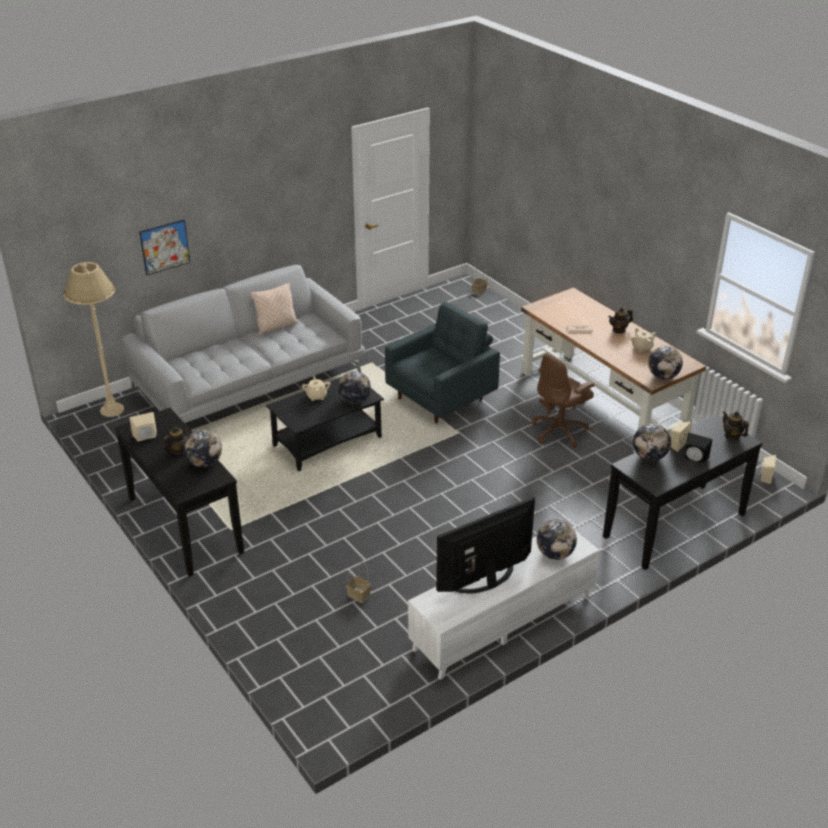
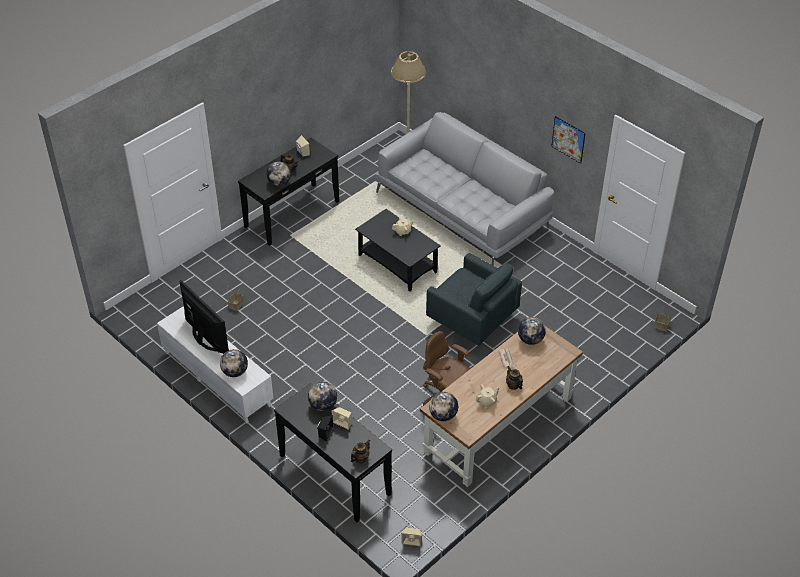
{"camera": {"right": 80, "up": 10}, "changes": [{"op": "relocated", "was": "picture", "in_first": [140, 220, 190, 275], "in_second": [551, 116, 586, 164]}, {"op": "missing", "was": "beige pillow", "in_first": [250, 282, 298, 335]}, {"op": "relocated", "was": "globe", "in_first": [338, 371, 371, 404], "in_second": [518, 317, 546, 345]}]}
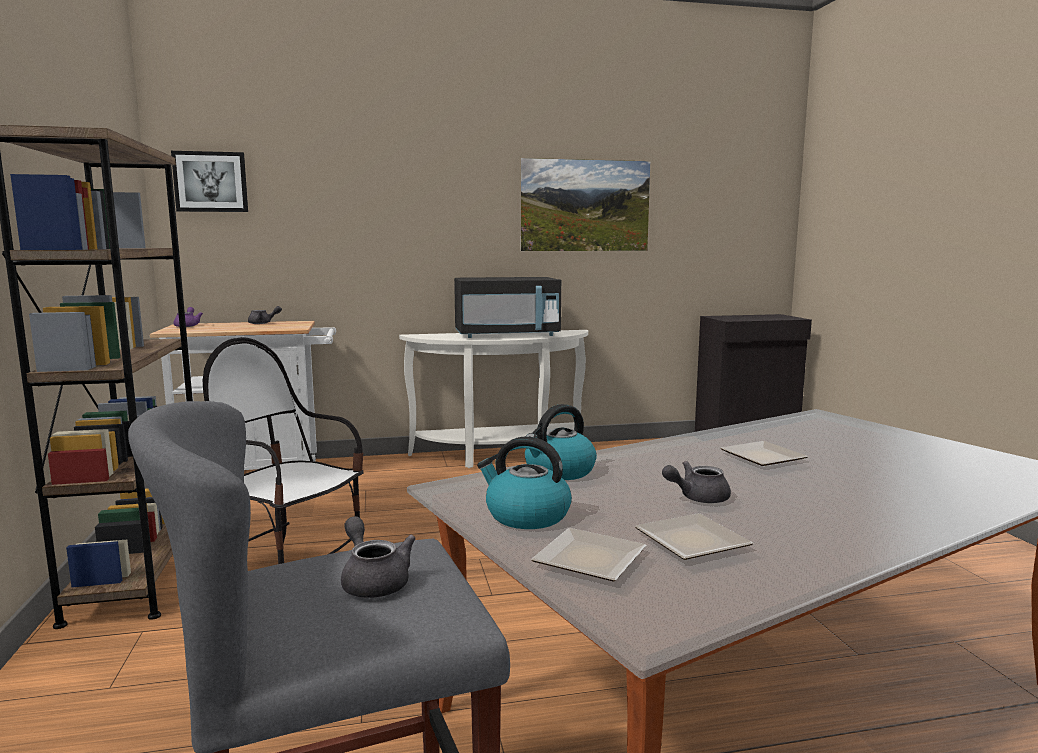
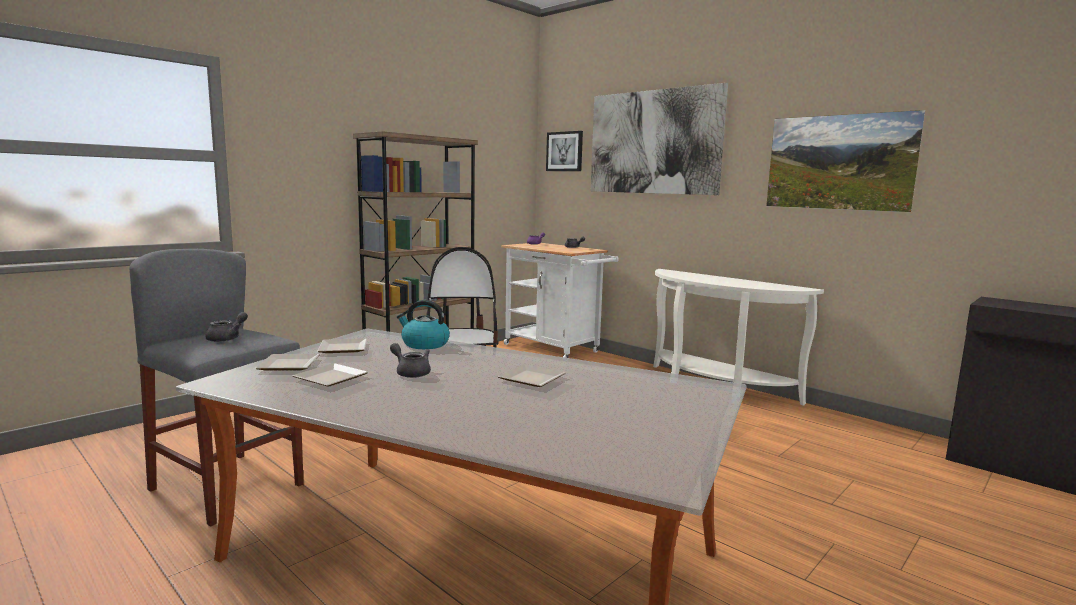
{"camera": {"right": 55, "up": 0}, "changes": [{"op": "missing", "was": "black microwave", "in_first": [454, 277, 561, 338]}, {"op": "exchanged", "was": "kettle", "now": "plate", "in_first": [477, 437, 572, 529], "in_second": [317, 338, 367, 353]}, {"op": "appeared", "now": "picture", "in_second": [591, 83, 728, 195]}]}
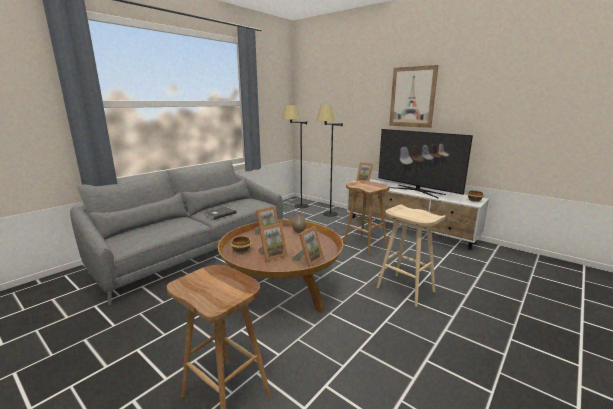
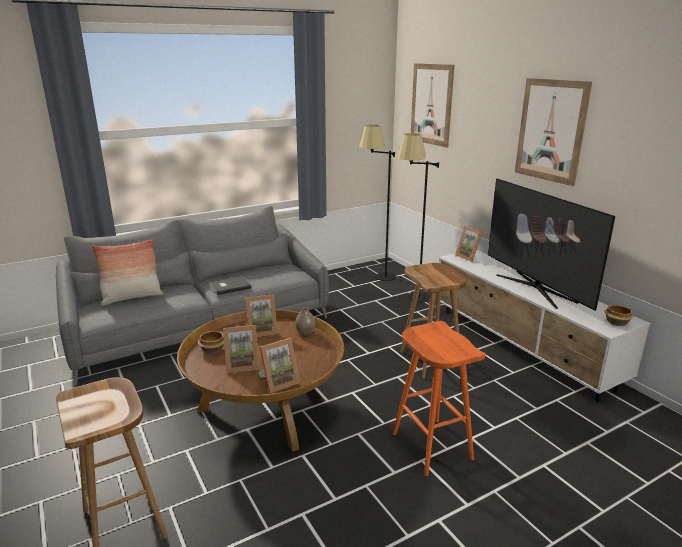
{"camera": {"right": 20, "up": 5}, "changes": [{"op": "colour", "was": "beige stool", "now": "orange stool", "in_first": [377, 205, 446, 307], "in_second": [392, 321, 486, 476]}, {"op": "appeared", "now": "picture", "in_second": [411, 63, 454, 148]}, {"op": "appeared", "now": "pillow", "in_second": [92, 239, 163, 306]}]}
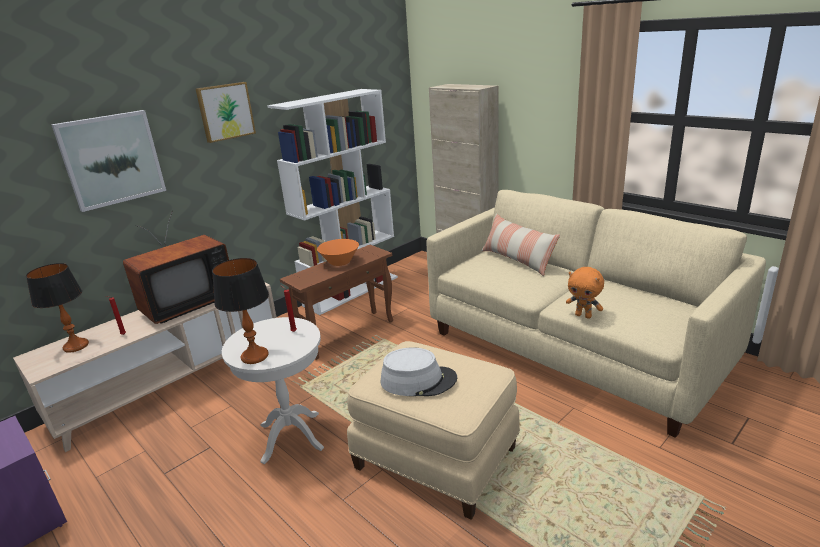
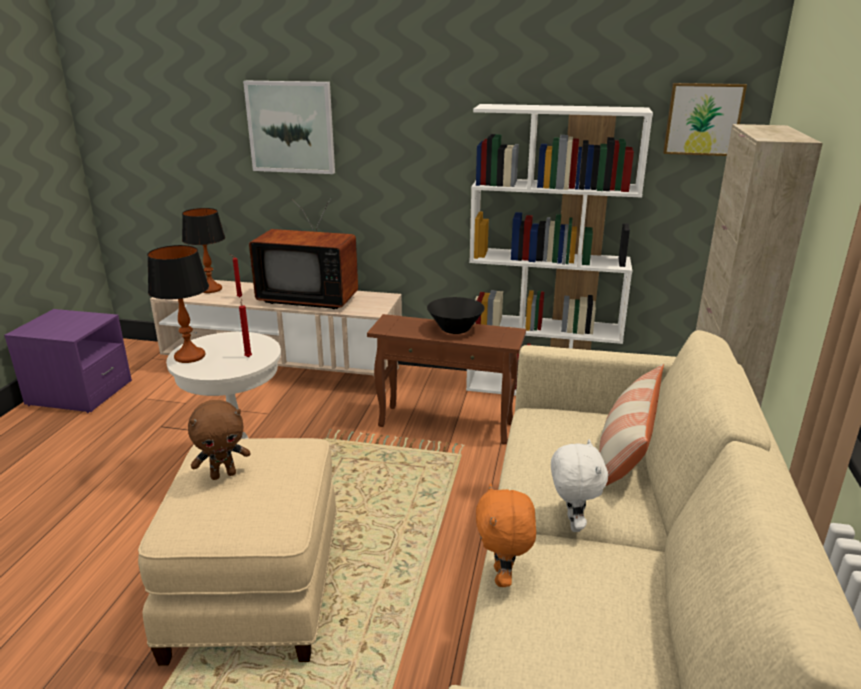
{"camera": {"right": 55, "up": 0}, "changes": [{"op": "relocated", "was": "picture", "in_first": [196, 82, 256, 143], "in_second": [663, 83, 747, 156]}, {"op": "colour", "was": "orange bowl", "now": "black bowl", "in_first": [317, 239, 359, 266], "in_second": [427, 297, 485, 334]}, {"op": "exchanged", "was": "grey hat", "now": "brown plush toy", "in_first": [380, 347, 457, 396], "in_second": [188, 400, 251, 480]}, {"op": "appeared", "now": "white plush toy", "in_second": [551, 439, 608, 532]}]}
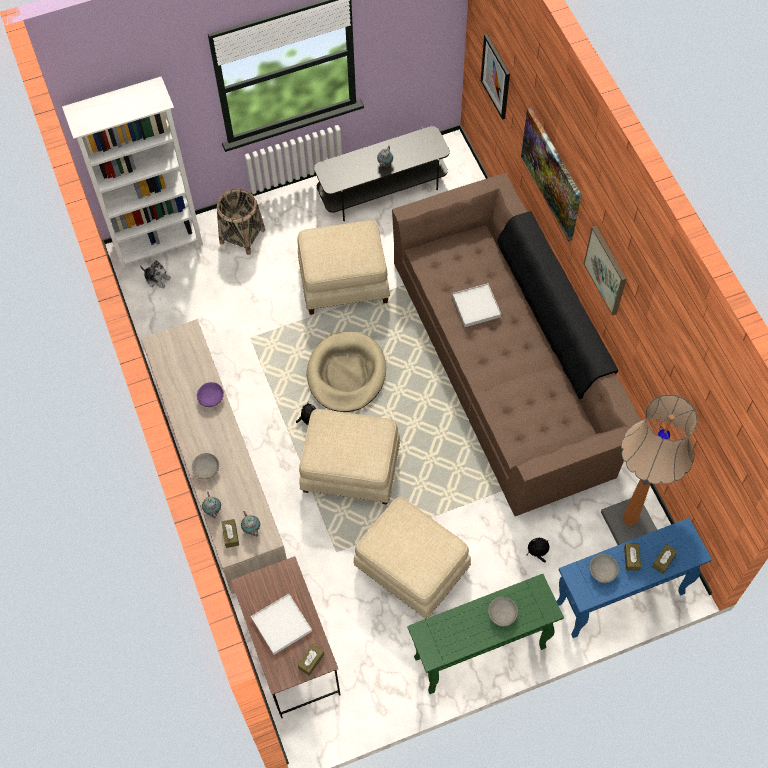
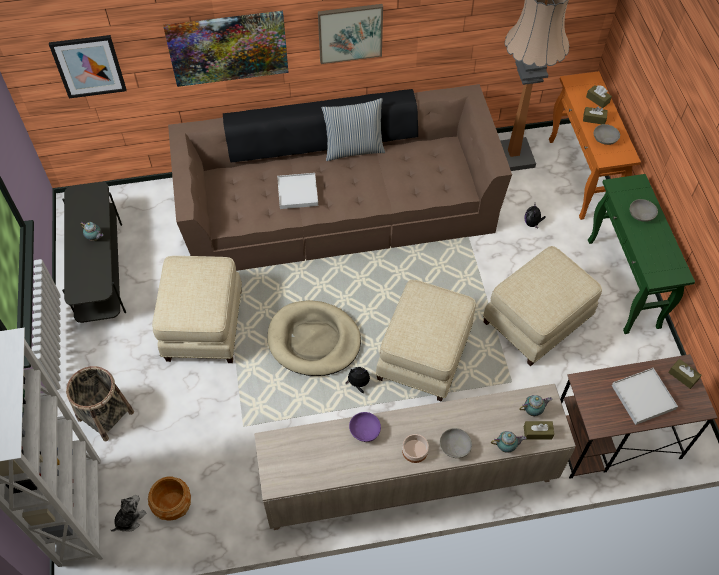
{"camera": {"right": -80, "up": -5}, "changes": [{"op": "colour", "was": "blue console table", "now": "orange console table", "in_first": [556, 518, 712, 638], "in_second": [549, 71, 641, 220]}, {"op": "appeared", "now": "pillow", "in_second": [322, 98, 385, 161]}, {"op": "appeared", "now": "bowl", "in_second": [402, 434, 429, 463]}, {"op": "appeared", "now": "brown planter", "in_second": [148, 477, 191, 521]}]}
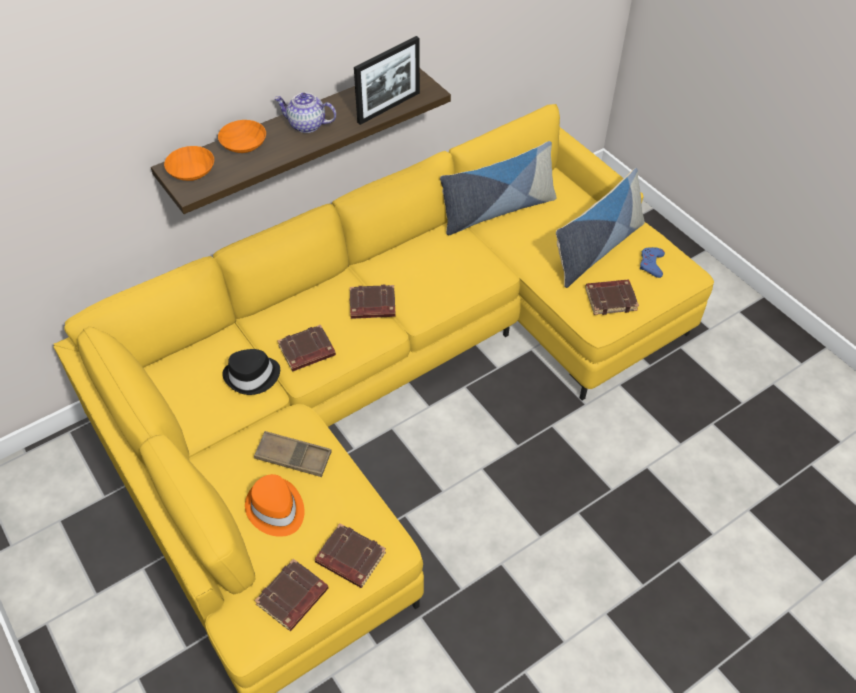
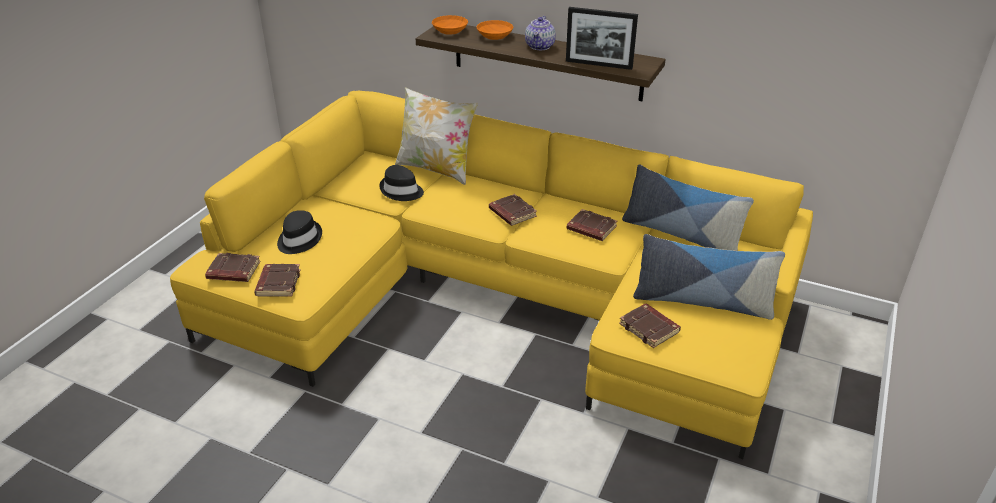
{"camera": {"right": 60, "up": -15}, "changes": [{"op": "spun", "was": "teapot", "in_first": [274, 92, 336, 133], "in_second": [525, 16, 556, 50], "clockwise": -150}, {"op": "missing", "was": "blue game controller", "in_first": [640, 247, 665, 278]}, {"op": "relocated", "was": "brown book", "in_first": [277, 325, 336, 372], "in_second": [567, 209, 617, 241]}, {"op": "missing", "was": "brown tray", "in_first": [254, 431, 332, 477]}, {"op": "colour", "was": "orange hat", "now": "black hat", "in_first": [245, 474, 305, 537], "in_second": [277, 210, 322, 254]}, {"op": "appeared", "now": "pillow", "in_second": [395, 87, 478, 185]}]}
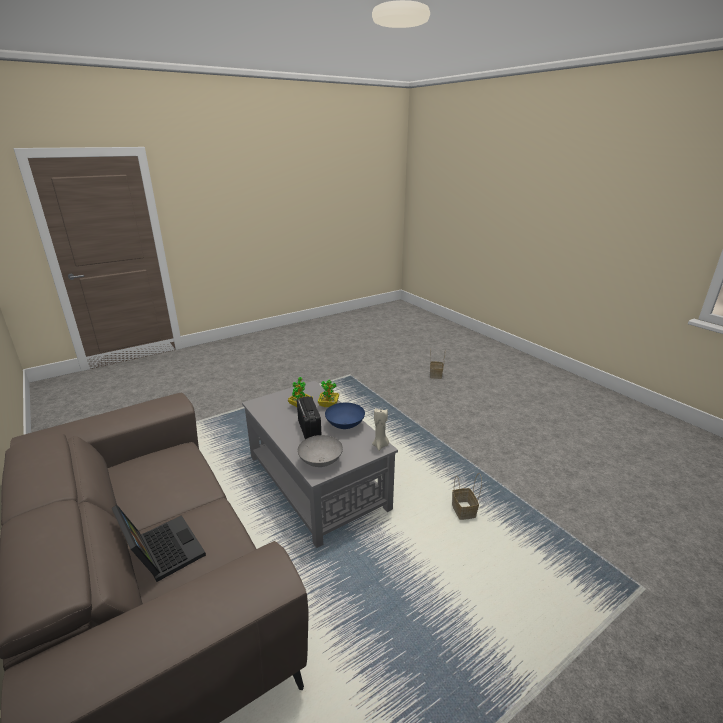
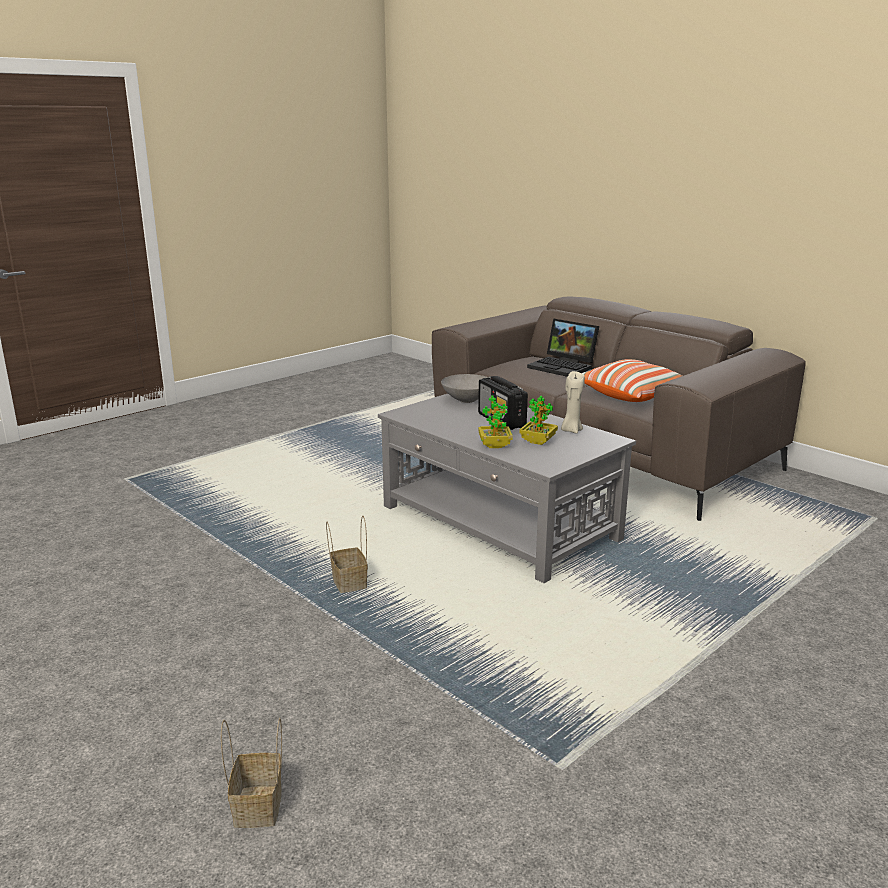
{"camera": {"right": 170, "up": -5}, "changes": [{"op": "missing", "was": "blue bowl", "in_first": [325, 403, 365, 429]}, {"op": "relocated", "was": "beige candle", "in_first": [372, 408, 389, 451], "in_second": [561, 371, 585, 434]}, {"op": "relocated", "was": "basket", "in_first": [452, 473, 482, 520], "in_second": [326, 516, 368, 593]}, {"op": "appeared", "now": "pillow", "in_second": [582, 359, 682, 402]}]}
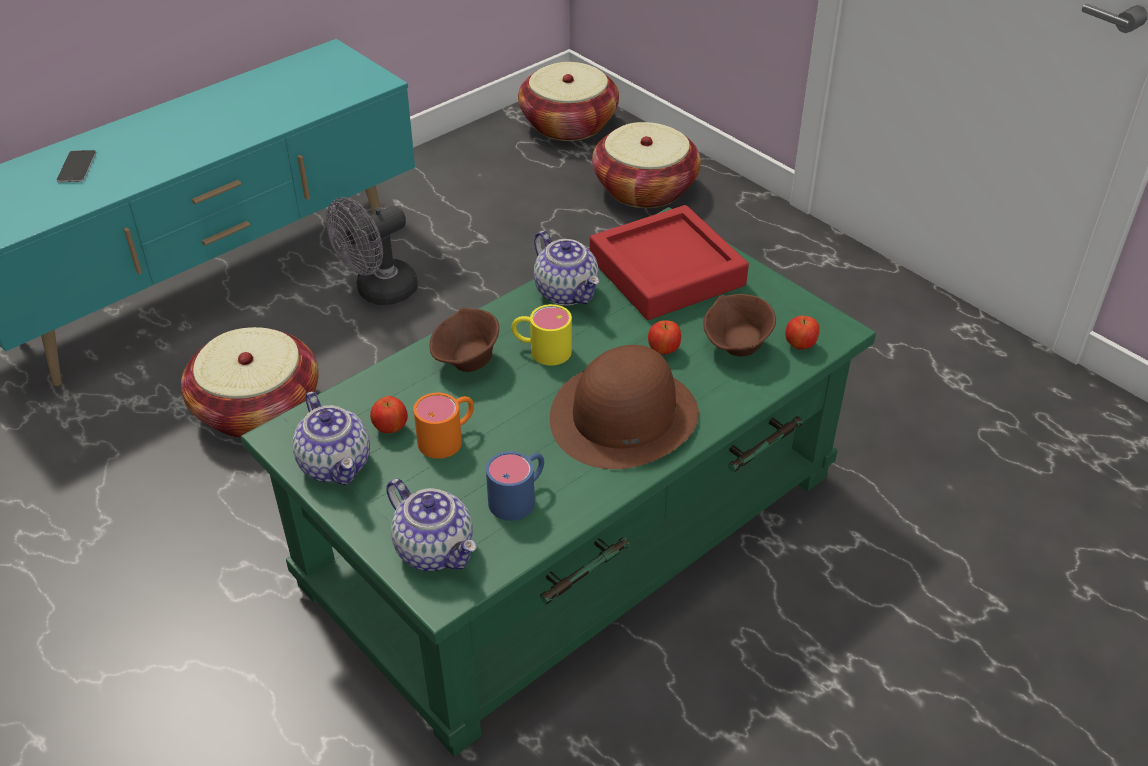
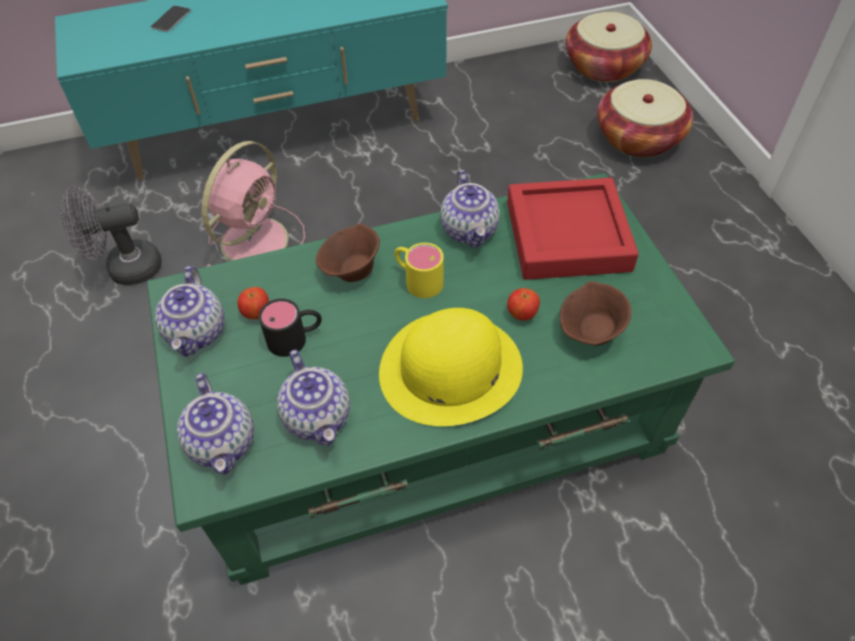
{"camera": {"right": 25, "up": 10}, "changes": [{"op": "relocated", "was": "grey fan", "in_first": [326, 197, 418, 305], "in_second": [60, 187, 162, 285]}, {"op": "missing", "was": "apple", "in_first": [785, 316, 819, 350]}, {"op": "exchanged", "was": "basket", "now": "pink fan", "in_first": [181, 327, 319, 438], "in_second": [202, 141, 305, 267]}, {"op": "colour", "was": "brown hat", "now": "yellow hat", "in_first": [550, 345, 699, 469], "in_second": [379, 308, 523, 426]}, {"op": "colour", "was": "orange mug", "now": "black mug", "in_first": [413, 393, 474, 459], "in_second": [259, 298, 322, 357]}, {"op": "exchanged", "was": "blue mug", "now": "teapot", "in_first": [486, 451, 544, 521], "in_second": [277, 350, 350, 446]}]}
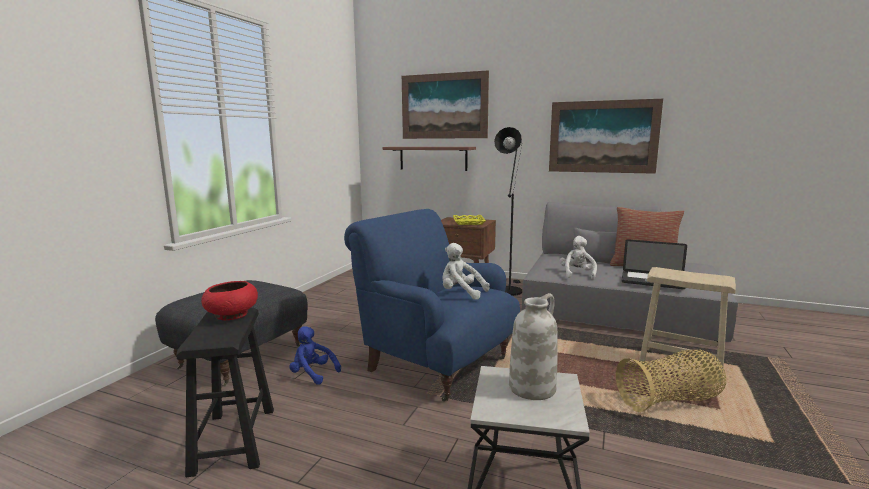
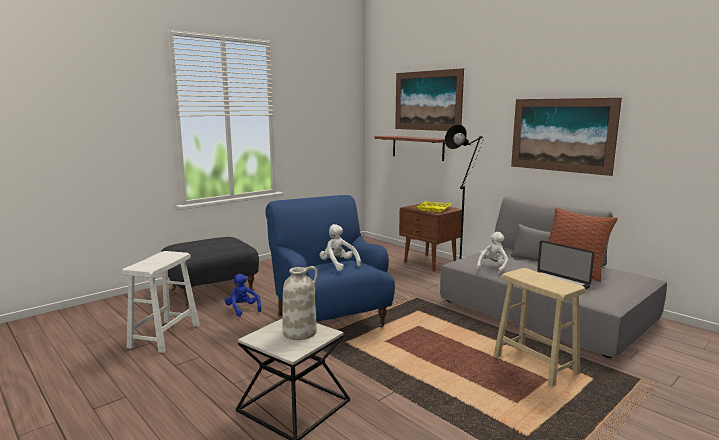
{"camera": {"right": 25, "up": 0}, "changes": [{"op": "missing", "was": "red bowl", "in_first": [201, 281, 258, 320]}, {"op": "colour", "was": "black stool", "now": "white stool", "in_first": [176, 308, 274, 477], "in_second": [121, 251, 200, 353]}, {"op": "missing", "was": "basket", "in_first": [616, 350, 726, 412]}]}
